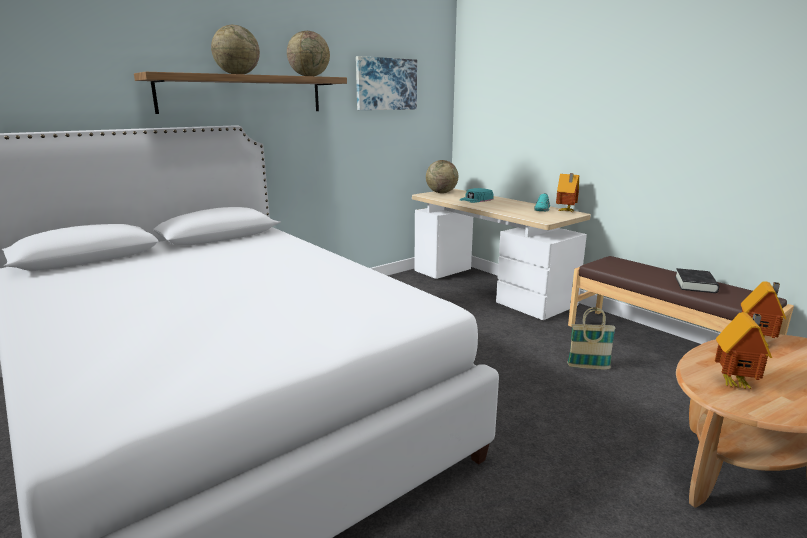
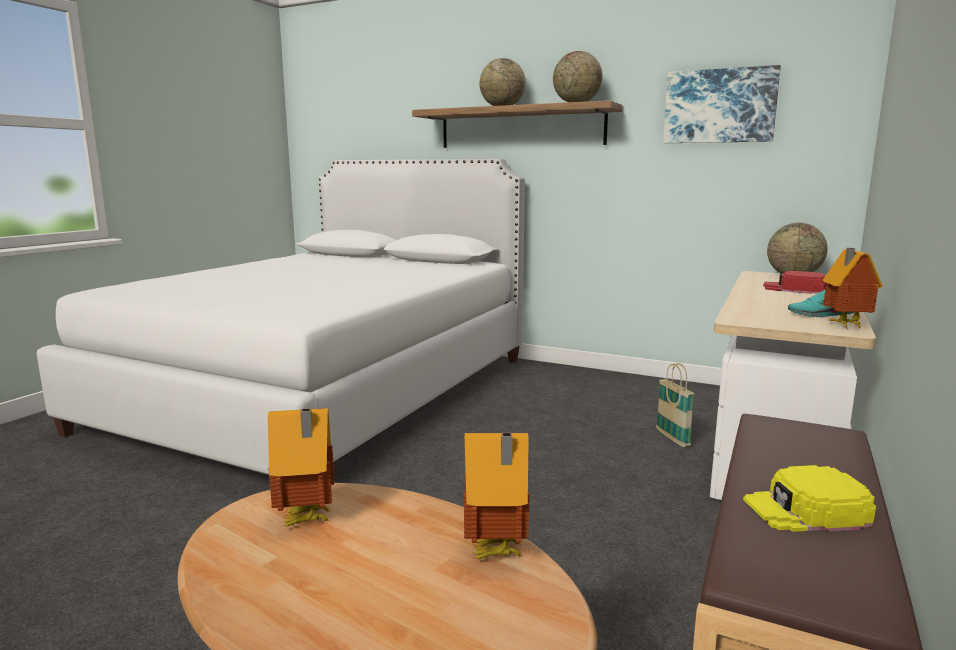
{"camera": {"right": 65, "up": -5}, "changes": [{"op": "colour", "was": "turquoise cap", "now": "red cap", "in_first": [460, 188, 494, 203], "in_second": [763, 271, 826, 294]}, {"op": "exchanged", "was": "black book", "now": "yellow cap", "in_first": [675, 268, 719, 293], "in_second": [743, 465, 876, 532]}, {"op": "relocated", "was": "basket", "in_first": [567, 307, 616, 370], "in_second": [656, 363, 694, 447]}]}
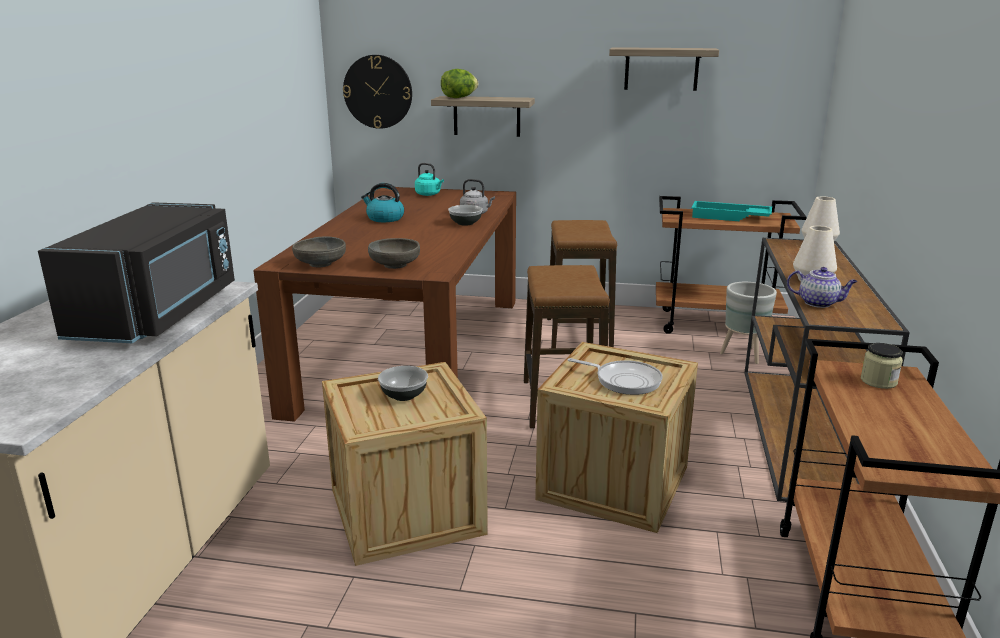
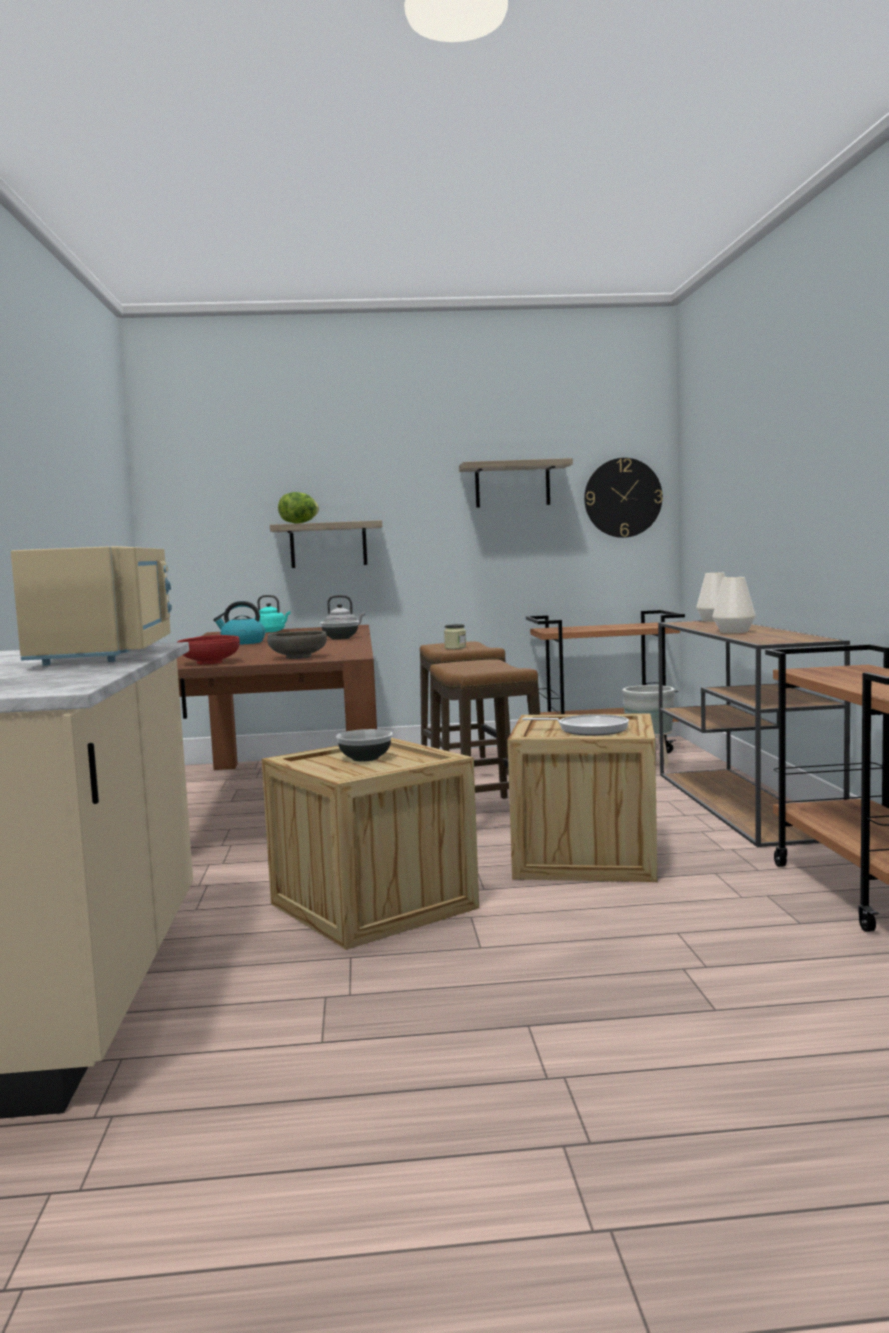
{"camera": {"right": -15, "up": -15}, "changes": [{"op": "relocated", "was": "wall clock", "in_first": [343, 55, 412, 129], "in_second": [584, 458, 663, 538]}, {"op": "missing", "was": "turquoise tray", "in_first": [691, 201, 772, 221]}, {"op": "colour", "was": "black microwave", "now": "beige microwave", "in_first": [38, 202, 235, 343], "in_second": [11, 546, 172, 666]}, {"op": "colour", "was": "grey bowl", "now": "red bowl", "in_first": [292, 237, 346, 267], "in_second": [177, 635, 240, 665]}, {"op": "missing", "was": "teapot", "in_first": [787, 267, 858, 308]}, {"op": "relocated", "was": "jar", "in_first": [861, 343, 903, 389], "in_second": [444, 624, 466, 649]}]}
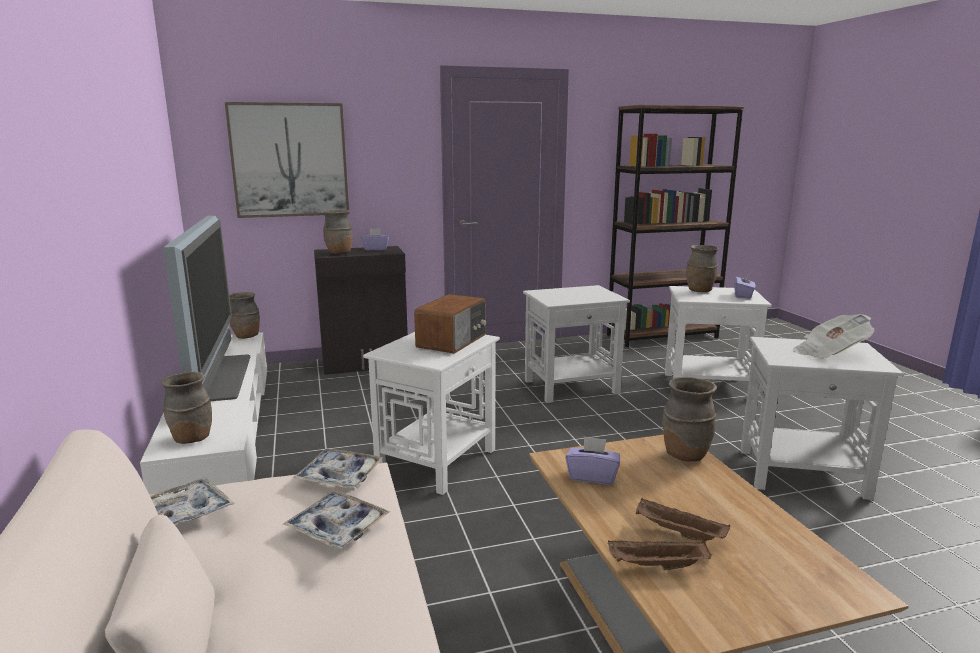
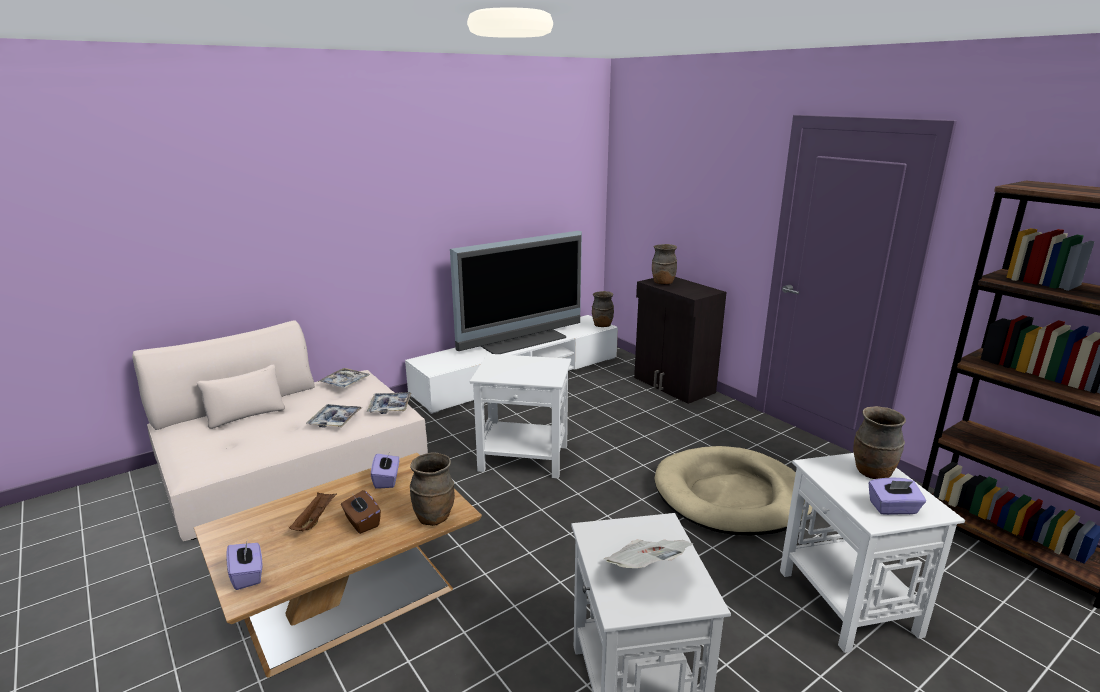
{"camera": {"right": 70, "up": 5}, "changes": [{"op": "missing", "was": "picture", "in_first": [225, 102, 349, 218]}, {"op": "relocated", "was": "purple tissue box", "in_first": [361, 228, 389, 250], "in_second": [226, 538, 263, 590]}, {"op": "exchanged", "was": "white side table", "now": "beige dog bed", "in_first": [523, 285, 630, 403], "in_second": [654, 446, 812, 536]}, {"op": "missing", "was": "radio", "in_first": [414, 294, 486, 354]}, {"op": "missing", "was": "brown vase", "in_first": [161, 371, 212, 444]}, {"op": "missing", "was": "brown tray", "in_first": [608, 541, 711, 570]}, {"op": "appeared", "now": "brown tissue box", "in_second": [341, 490, 381, 534]}]}
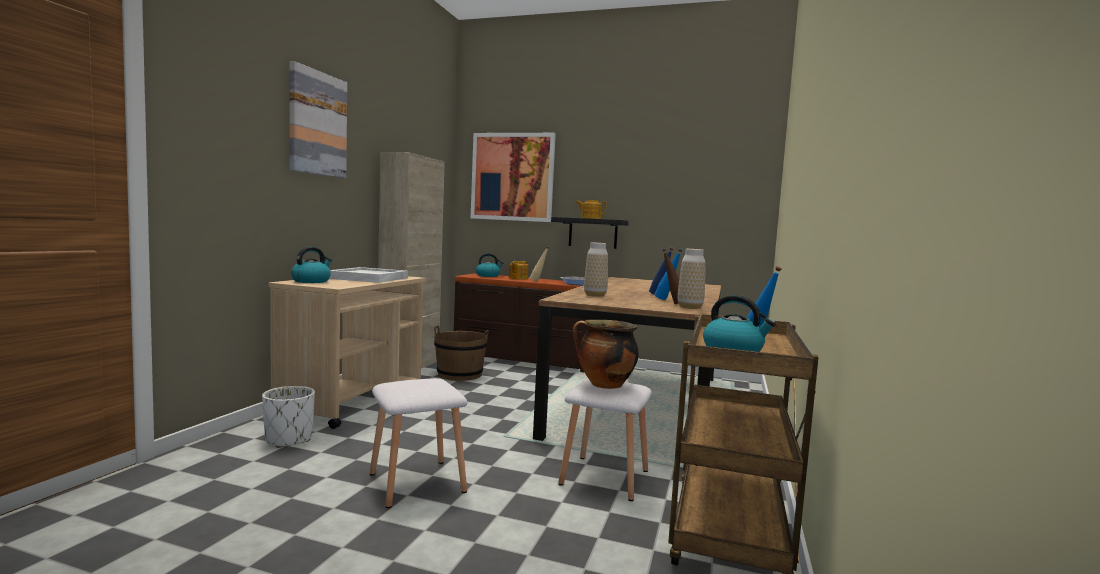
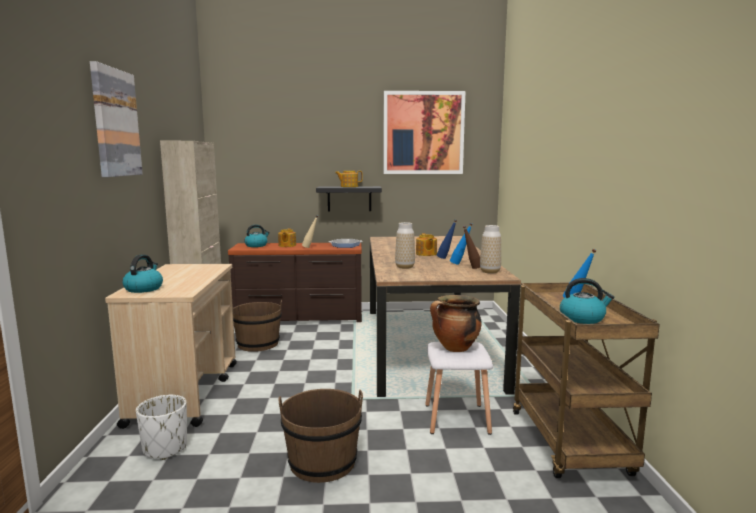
{"camera": {"right": -20, "up": 5}, "changes": [{"op": "relocated", "was": "picture", "in_first": [471, 133, 556, 222], "in_second": [384, 91, 465, 174]}, {"op": "missing", "was": "white tray", "in_first": [329, 267, 408, 283]}, {"op": "exchanged", "was": "white stool", "now": "brown bucket", "in_first": [370, 378, 467, 508], "in_second": [279, 389, 363, 483]}, {"op": "appeared", "now": "teapot", "in_second": [416, 233, 437, 256]}]}
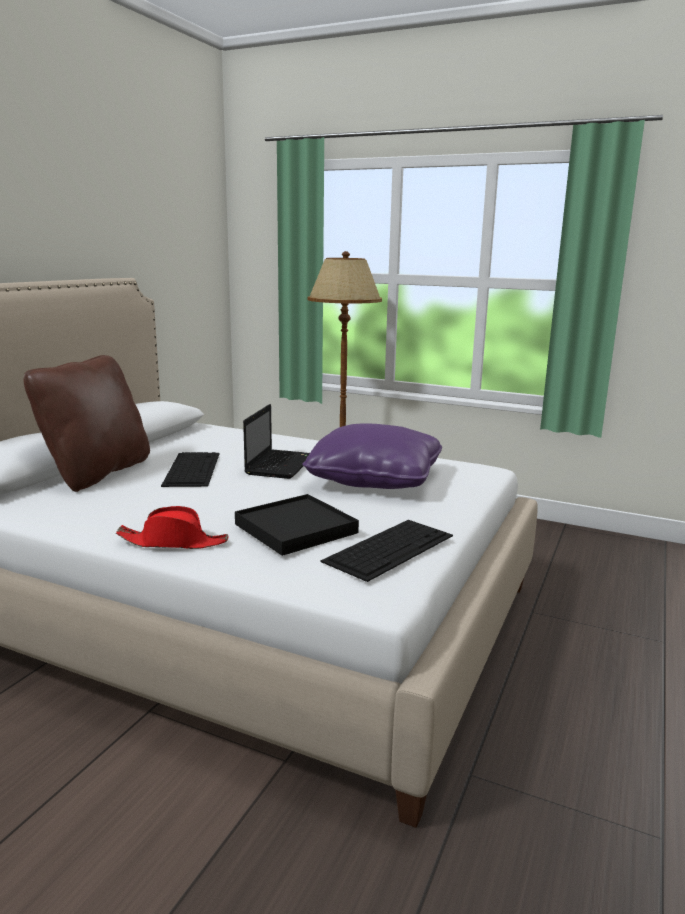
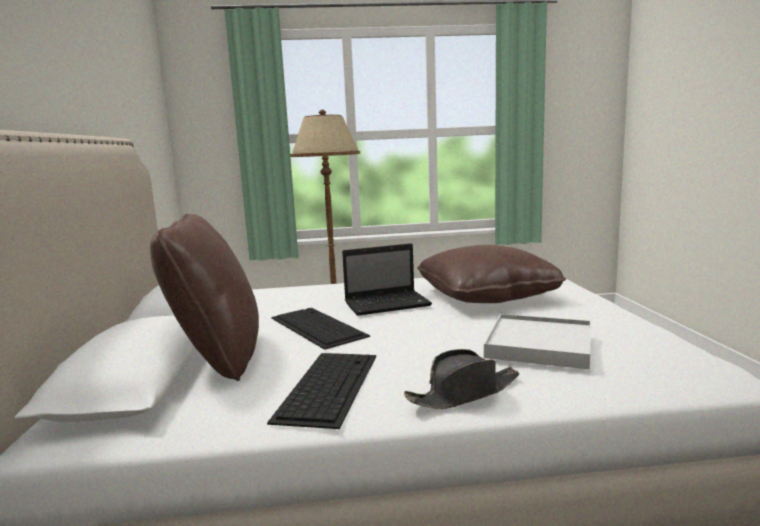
{"camera": {"right": -30, "up": -5}, "changes": [{"op": "spun", "was": "laptop", "in_first": [243, 404, 310, 479], "in_second": [342, 243, 432, 316], "clockwise": 90}, {"op": "colour", "was": "purple pillow", "now": "brown pillow", "in_first": [302, 424, 442, 489], "in_second": [417, 245, 566, 303]}, {"op": "colour", "was": "black tray", "now": "white tray", "in_first": [235, 494, 359, 556], "in_second": [484, 314, 591, 370]}, {"op": "colour", "was": "red hat", "now": "black hat", "in_first": [116, 506, 229, 549], "in_second": [404, 349, 519, 409]}, {"op": "relocated", "was": "keyboard", "in_first": [321, 520, 453, 582], "in_second": [267, 353, 376, 429]}]}
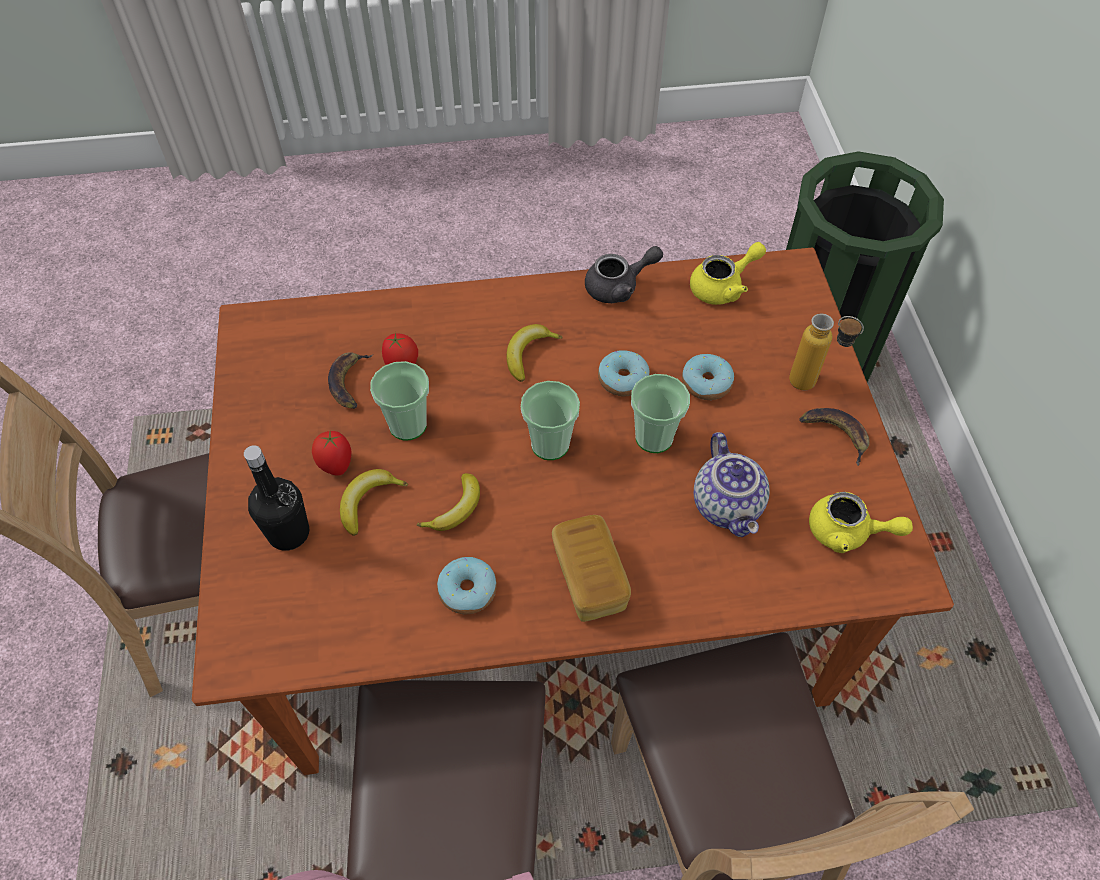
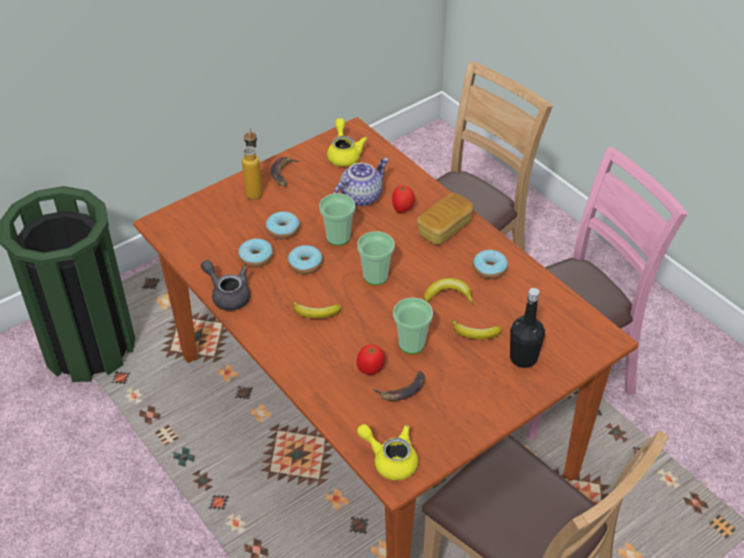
{"camera": {"right": -120, "up": -10}, "changes": [{"op": "relocated", "was": "yellow teapot", "in_first": [690, 242, 766, 305], "in_second": [357, 424, 418, 481]}, {"op": "relocated", "was": "tomato", "in_first": [312, 431, 352, 475], "in_second": [392, 185, 415, 213]}, {"op": "appeared", "now": "donut", "in_second": [238, 238, 273, 267]}]}
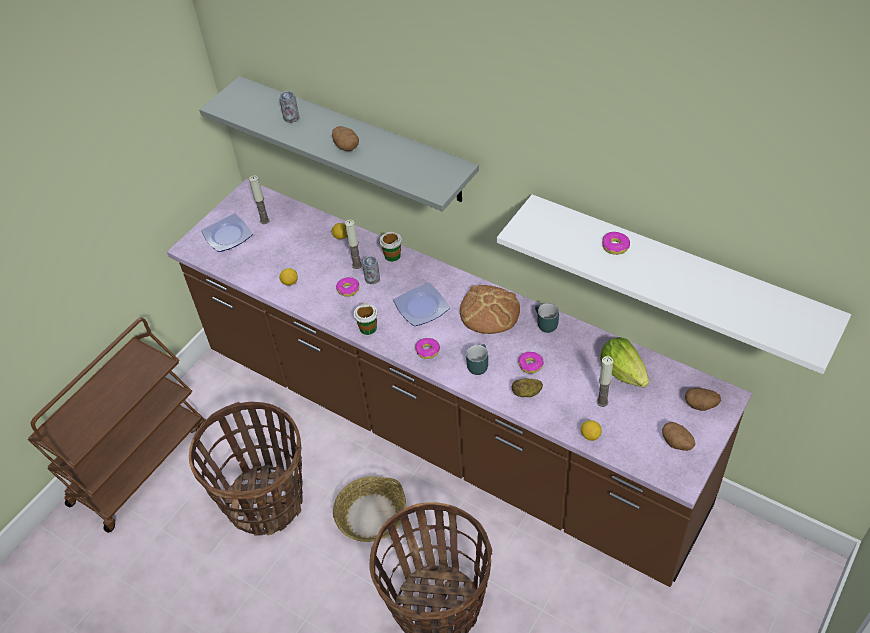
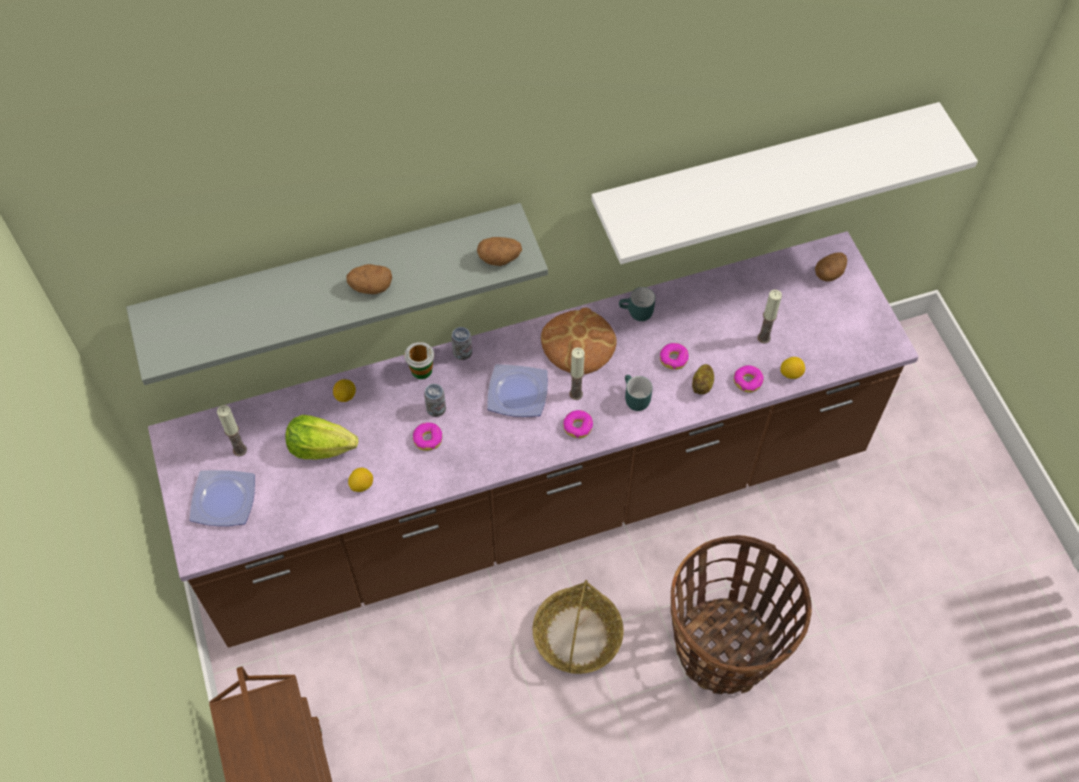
{"camera": {"right": -55, "up": 10}, "changes": [{"op": "relocated", "was": "can", "in_first": [279, 91, 299, 123], "in_second": [451, 327, 472, 360]}, {"op": "relocated", "was": "candle", "in_first": [345, 220, 362, 269], "in_second": [569, 347, 585, 400]}, {"op": "relocated", "was": "donut", "in_first": [602, 232, 630, 255], "in_second": [734, 365, 764, 393]}, {"op": "missing", "was": "cup", "in_first": [354, 303, 378, 335]}, {"op": "relocated", "was": "lettuce", "in_first": [600, 337, 649, 388], "in_second": [285, 415, 358, 459]}, {"op": "missing", "was": "basket", "in_first": [189, 402, 303, 536]}, {"op": "relocated", "was": "potato", "in_first": [662, 422, 696, 451], "in_second": [477, 237, 522, 266]}]}
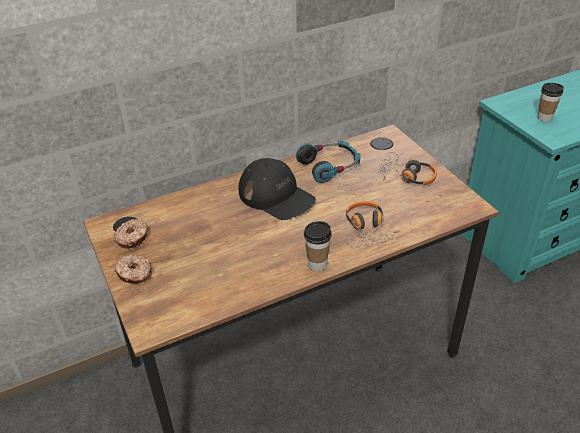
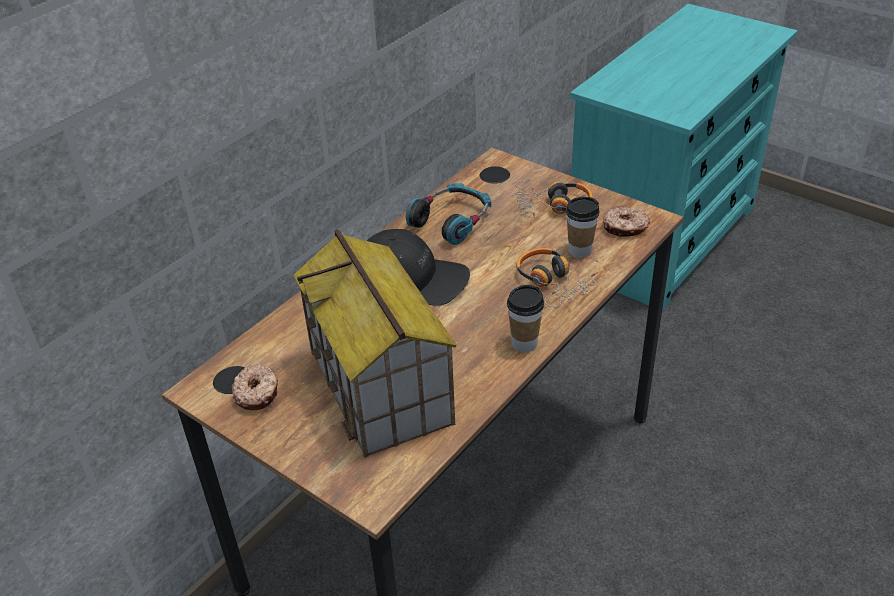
{"camera": {"right": -25, "up": 0}, "changes": [{"op": "relocated", "was": "cup", "in_first": [537, 83, 564, 122], "in_second": [566, 197, 600, 258]}, {"op": "relocated", "was": "donut", "in_first": [114, 254, 152, 283], "in_second": [603, 207, 650, 237]}, {"op": "appeared", "now": "toy house", "in_second": [293, 229, 457, 458]}]}
